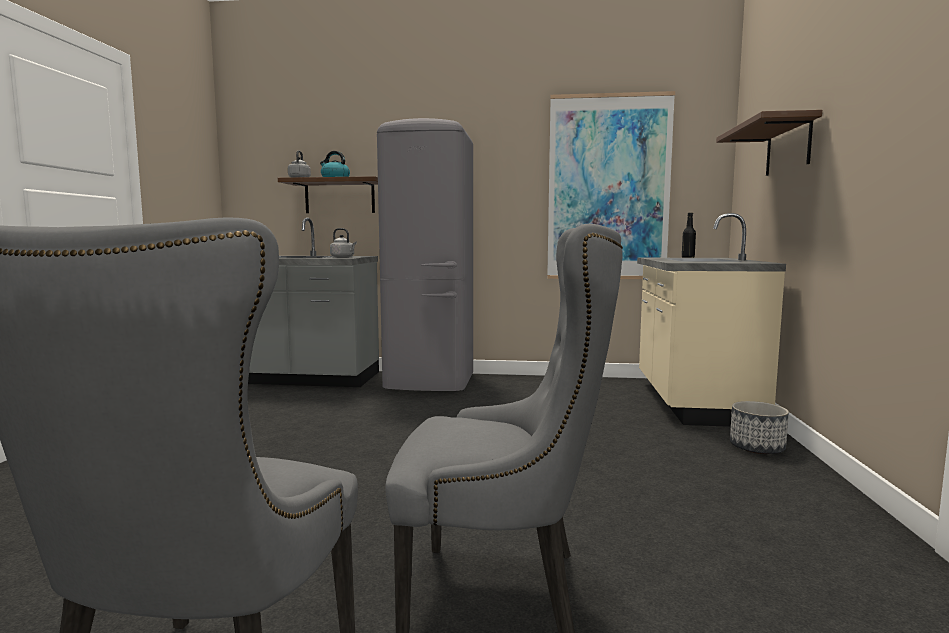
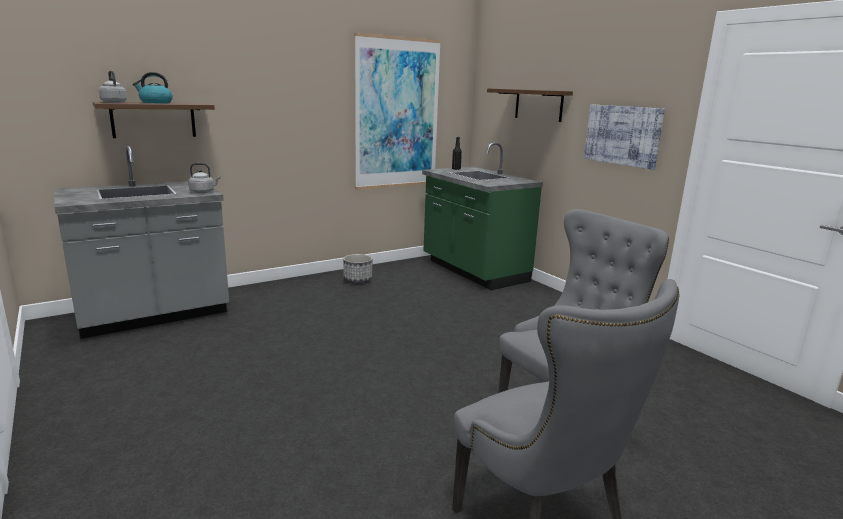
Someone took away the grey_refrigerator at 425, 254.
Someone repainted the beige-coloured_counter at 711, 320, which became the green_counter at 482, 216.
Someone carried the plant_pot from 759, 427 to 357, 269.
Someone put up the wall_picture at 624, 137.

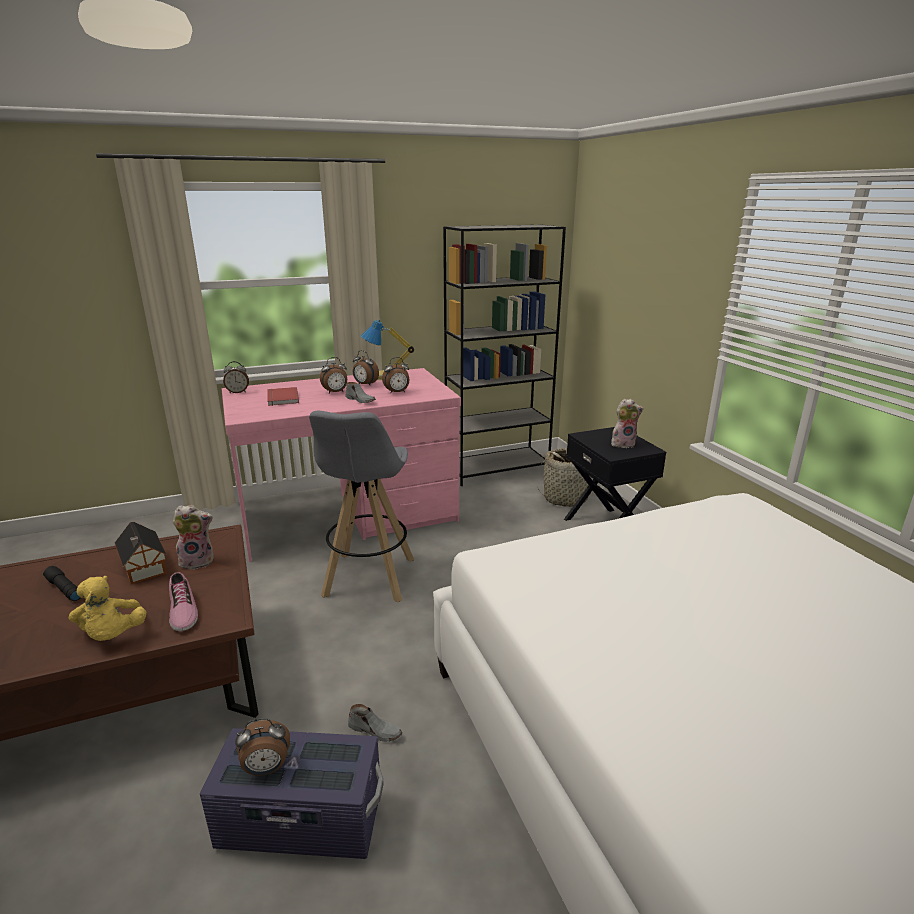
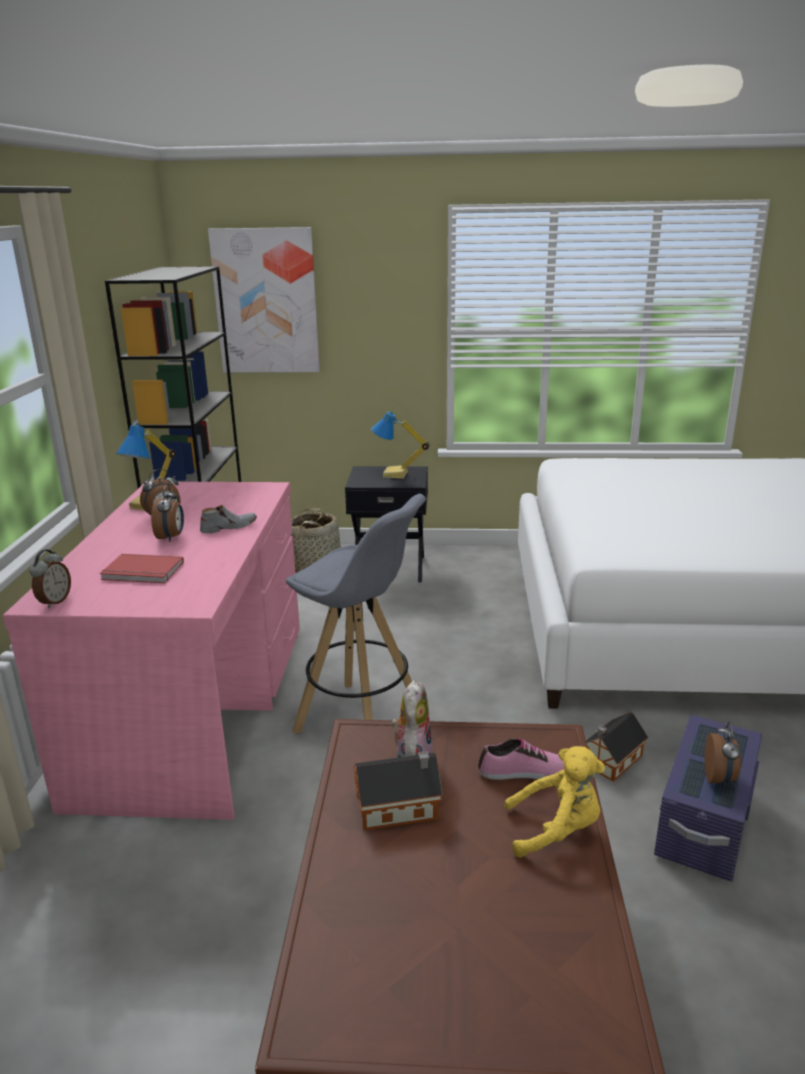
Someone took away the black_torch at 62, 583.
Someone swapped the grey_low_shoe at 375, 723 for the model_house at 617, 747.
Someone took away the alarm_clock at 395, 375.
Someone swapped the cuddly_toy at 627, 423 for the tabletop_lamp at 400, 444.
Someone put up the wall_picture at 264, 300.

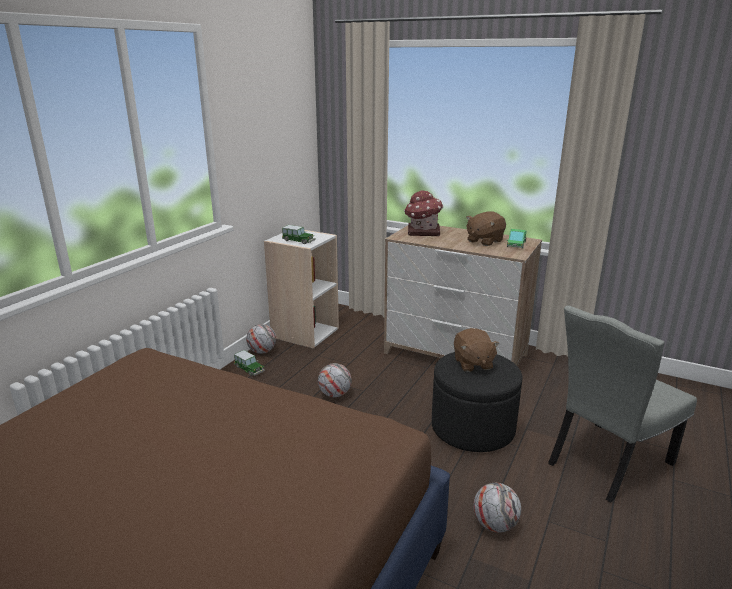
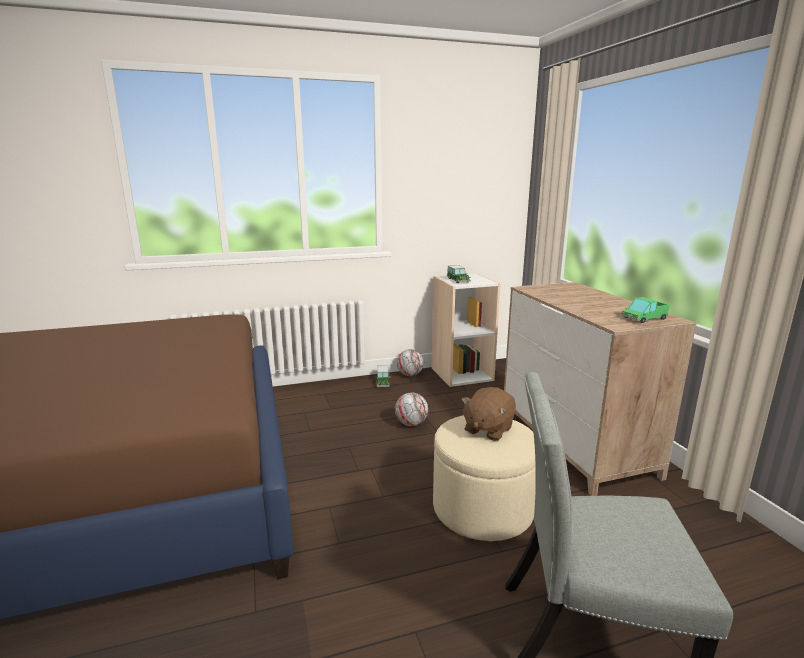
Someone took away the model_house at 423, 213.
Someone repainted the black_pouffe at 477, 402, which became the beige-coloured_pouffe at 484, 478.
Someone took away the brown_cuddly_toy at 486, 228.
Someone took away the football_ball at 497, 508.

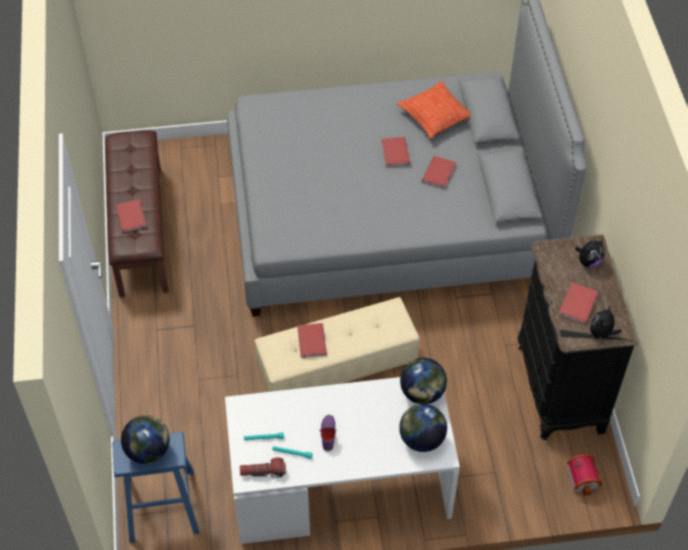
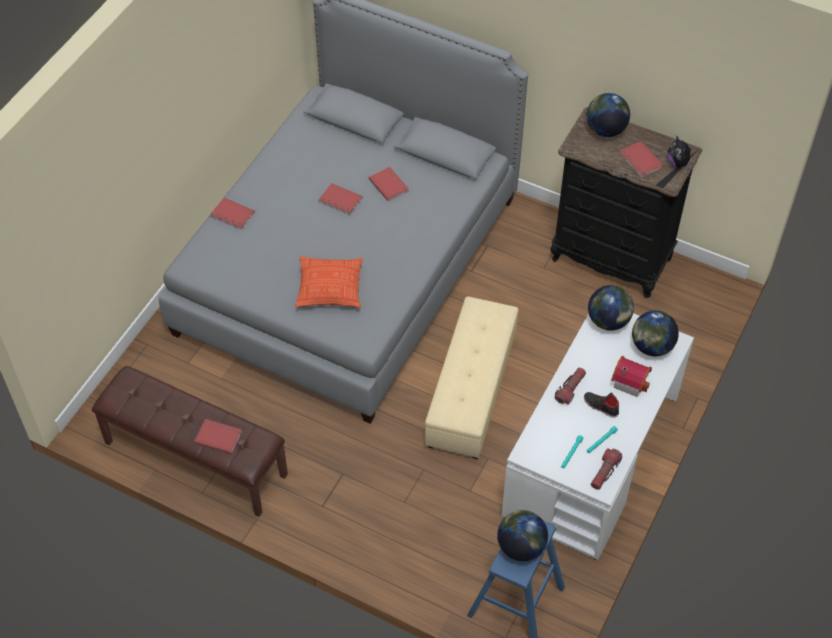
Someone carried the red-coloured_book from 312, 340 to 233, 213.
Someone repainted the purple_low_shoe at 328, 433, which became the black_low_shoe at 601, 405.
Someone carried the orange_cushion from 433, 110 to 329, 282.
Someone carried the model_house from 585, 475 to 631, 376.
Someone swapped the cuddly_toy at 590, 253 for the world_globe at 608, 115.
Someone put down the torch at 570, 386.

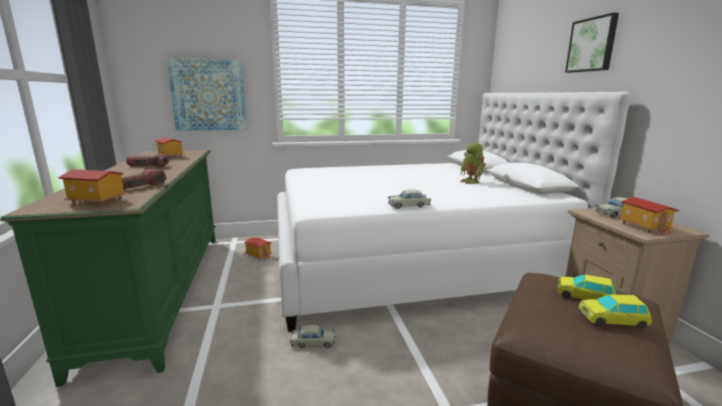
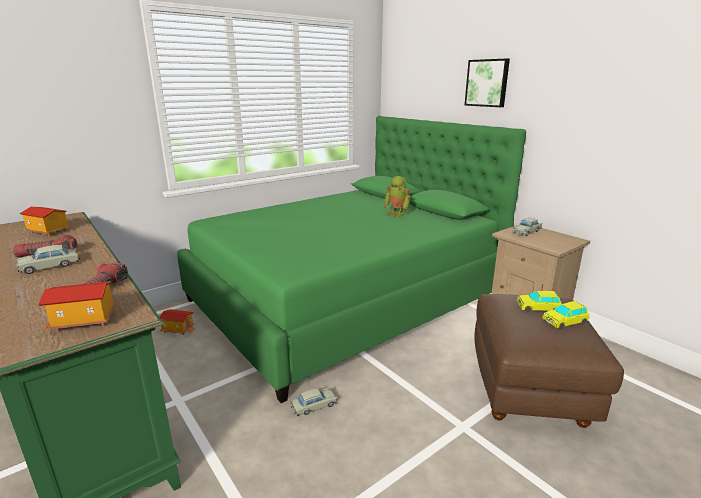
Someone took away the wall_picture at 207, 94.
Someone repainted the white-coloured_sleeping_bed at 454, 212, which became the green_sleeping_bed at 351, 259.
Someone carried the beige-coloured_model_car from 409, 199 to 48, 259.
Someone took away the model_house at 648, 216.

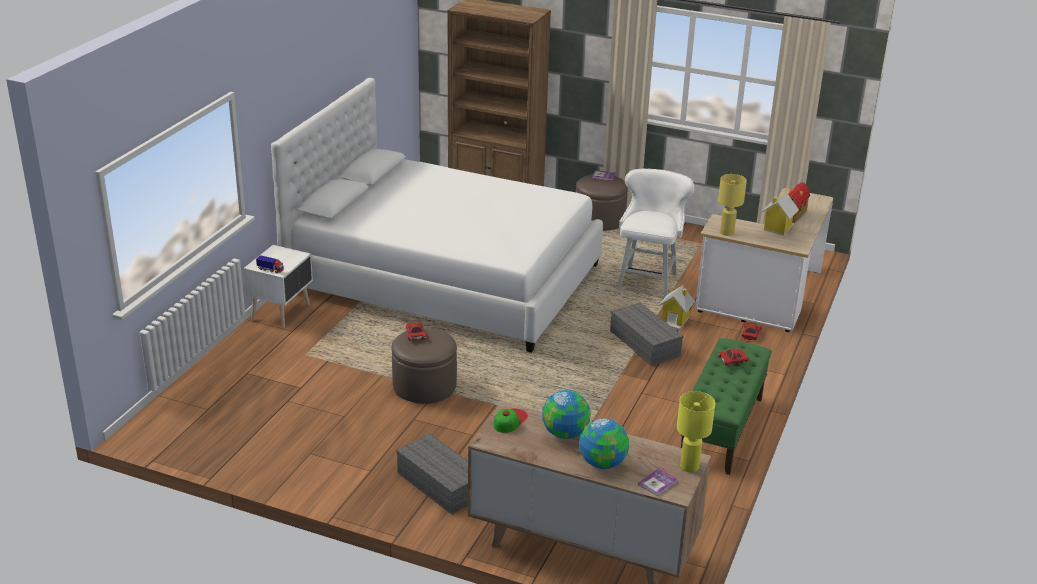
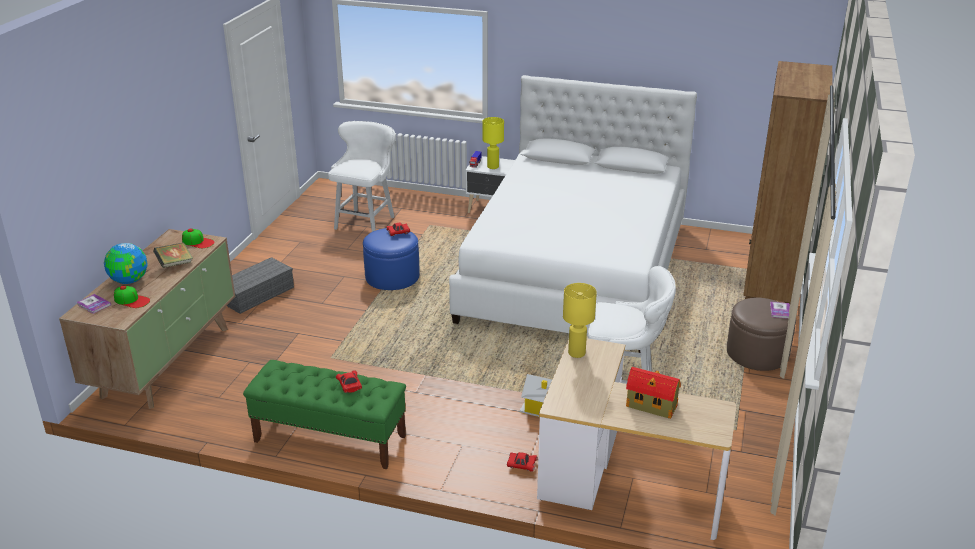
Someone repainted the brown_pouffe at 424, 366, which became the blue-coloured_pouffe at 391, 259.
Someone swapped the world_globe at 566, 414 for the book at 173, 255.
Someone took away the grey_storage_bin at 646, 334.
Someone carried the yellow-coloured_tabletop_lamp from 696, 432 to 493, 143.
Someone took away the model_house at 780, 214.
Someone put down the baseball_cap at 132, 297.
Someone put down the white-coloured_sitting_stool at 361, 176.

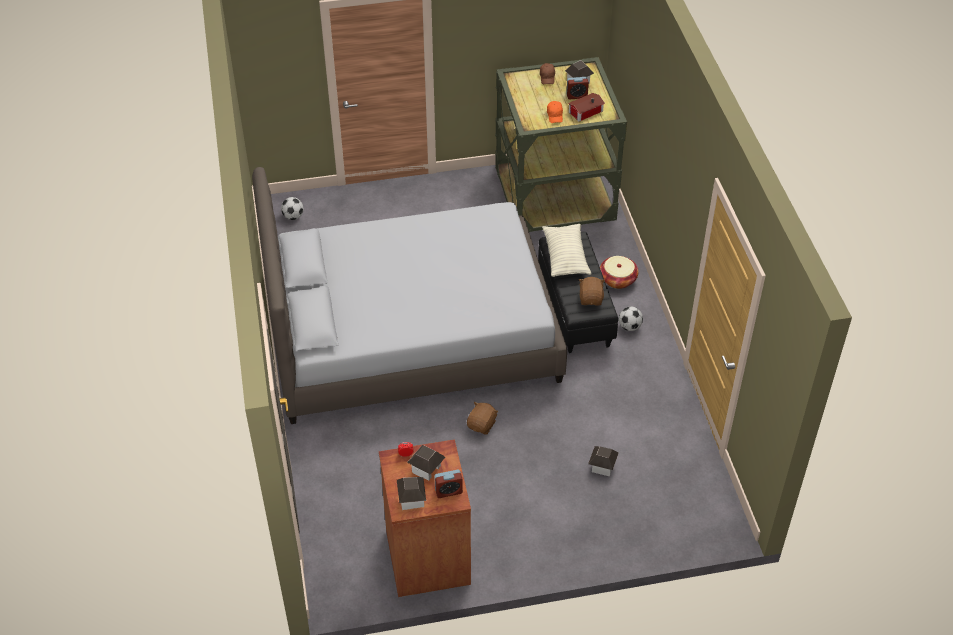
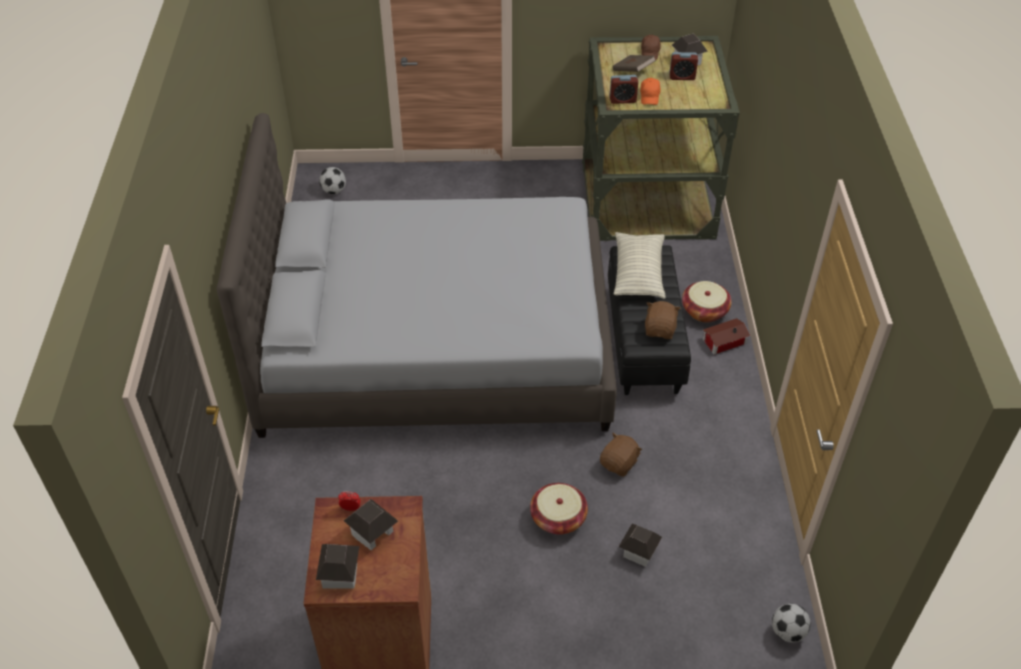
Someone carried the alarm_clock from 448, 484 to 624, 89.
Someone carried the brown_cuddly_toy from 482, 418 to 621, 455.
Someone carried the model_house from 586, 107 to 727, 336.
Someone carried the football_ball from 631, 319 to 791, 623.
Someone put down the storage_basket at 559, 509.
Someone put down the brown_book at 634, 63.

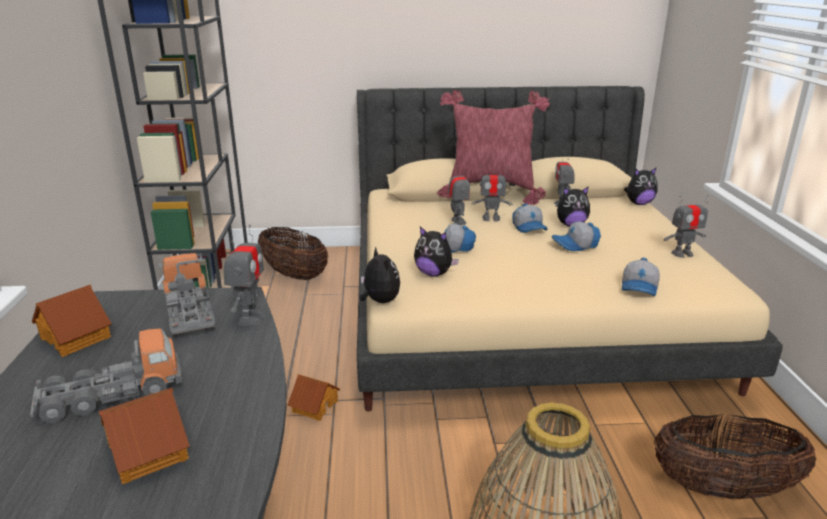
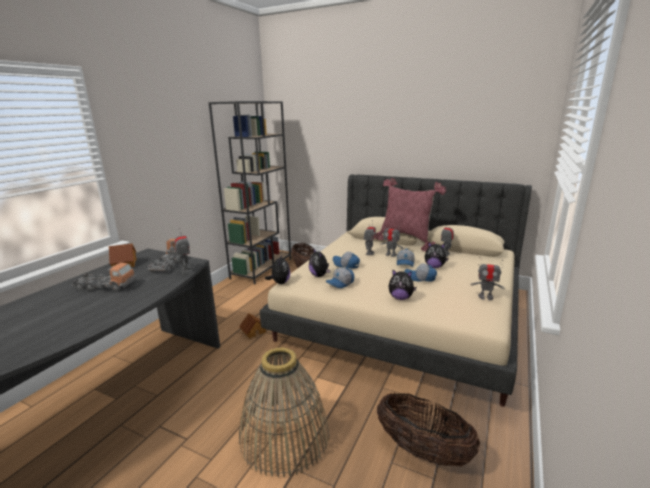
Someone took away the model_house at 144, 436.
Someone rotated the robot_figure at 244, 275 by 60 degrees counterclockwise.
Someone carried the baseball_cap from 641, 277 to 340, 277.
Someone carried the cuddly_toy from 641, 186 to 402, 284.

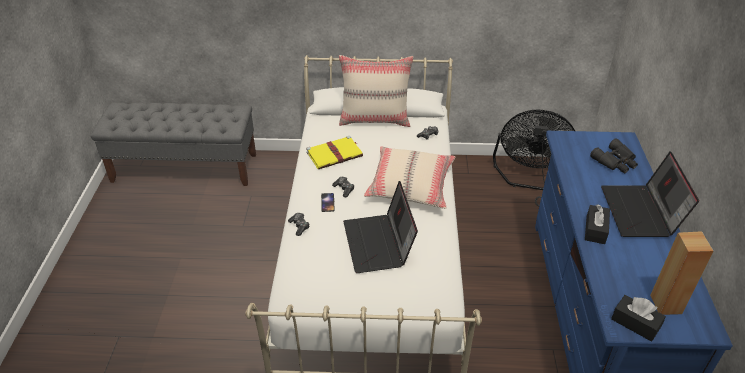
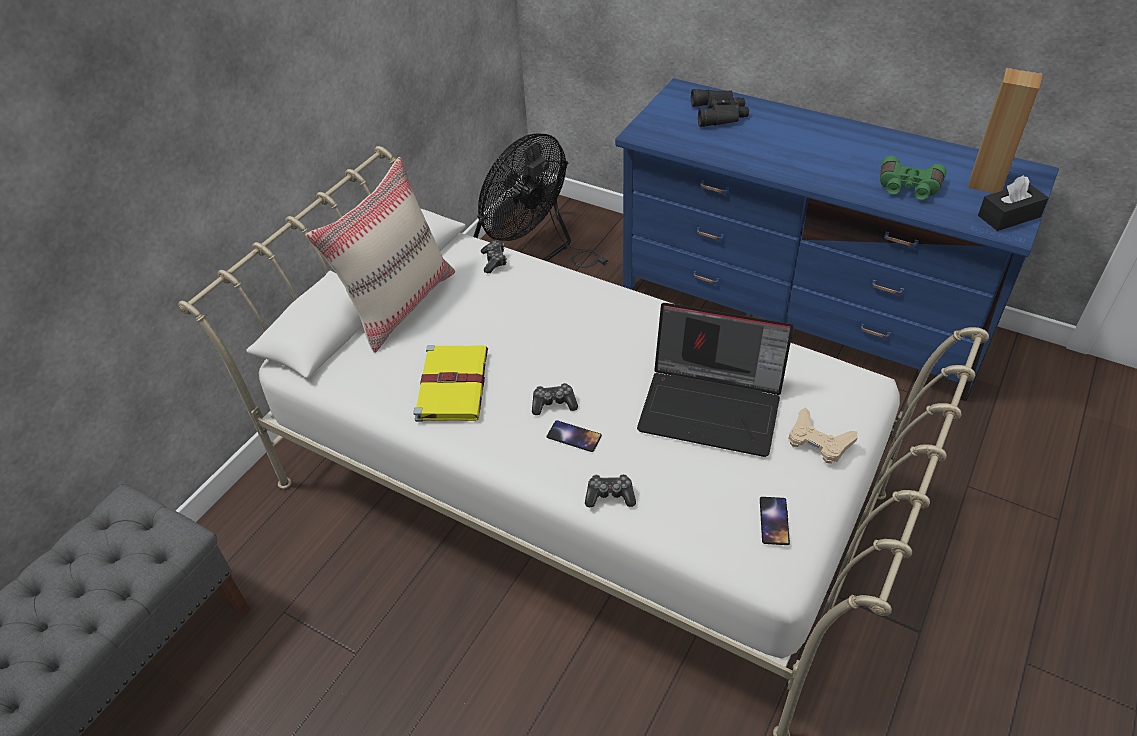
Someone took away the beige-coloured_cushion at 410, 177.
Someone took away the black_box_of_tissues at 597, 224.
Someone took away the portable_computer at 650, 194.
Someone put down the telephone at 775, 521.
Someone put down the beige-coloured_joypad at 823, 435.
Someone put down the green_field_glasses at 913, 178.

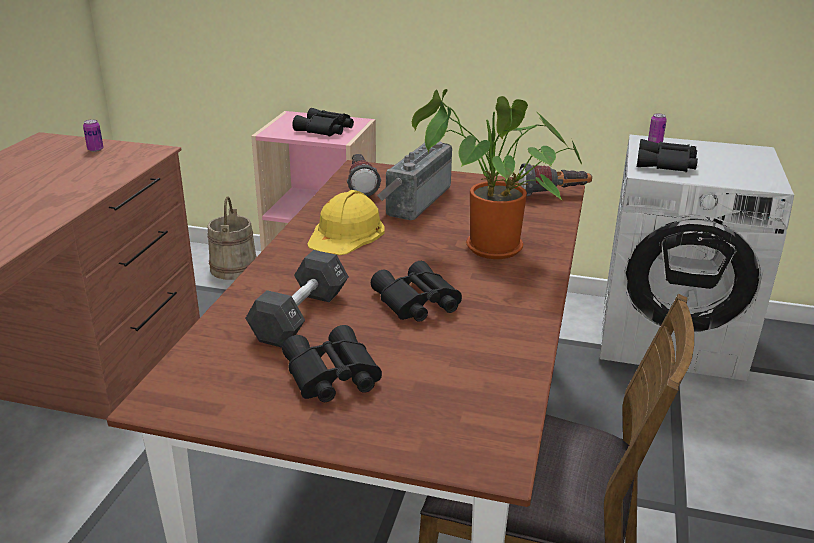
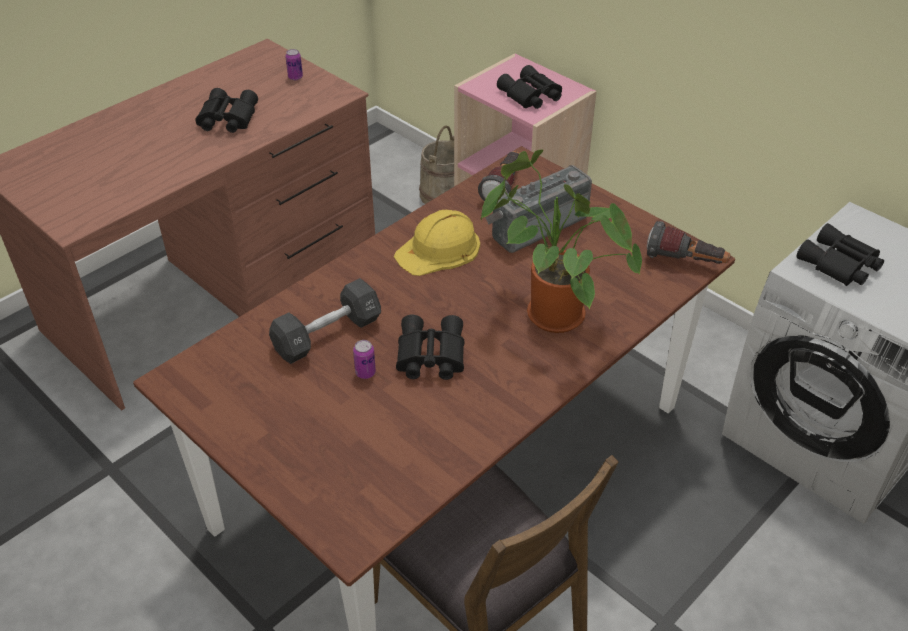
Someone carried the black_field_glasses from 332, 363 to 227, 110.
Someone carried the can from 657, 128 to 364, 359.

